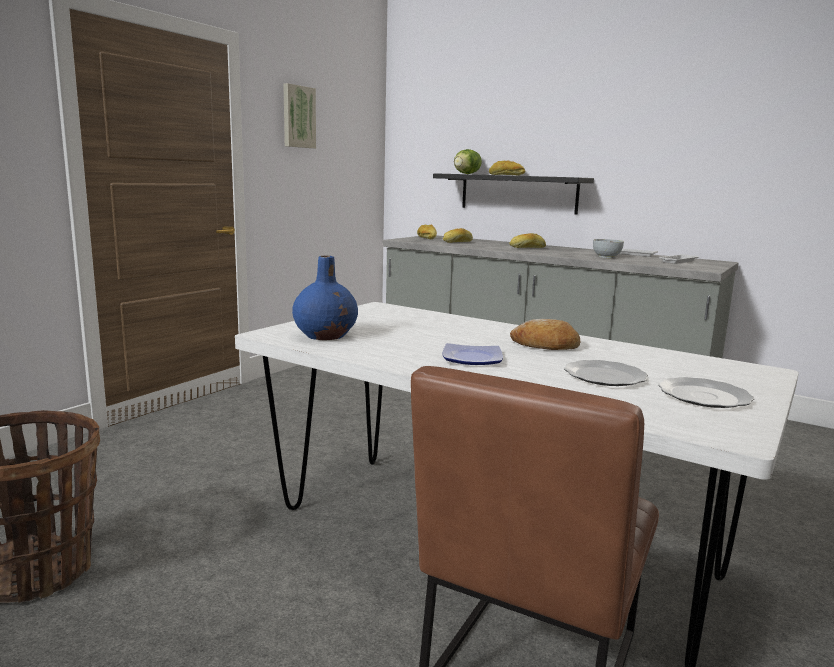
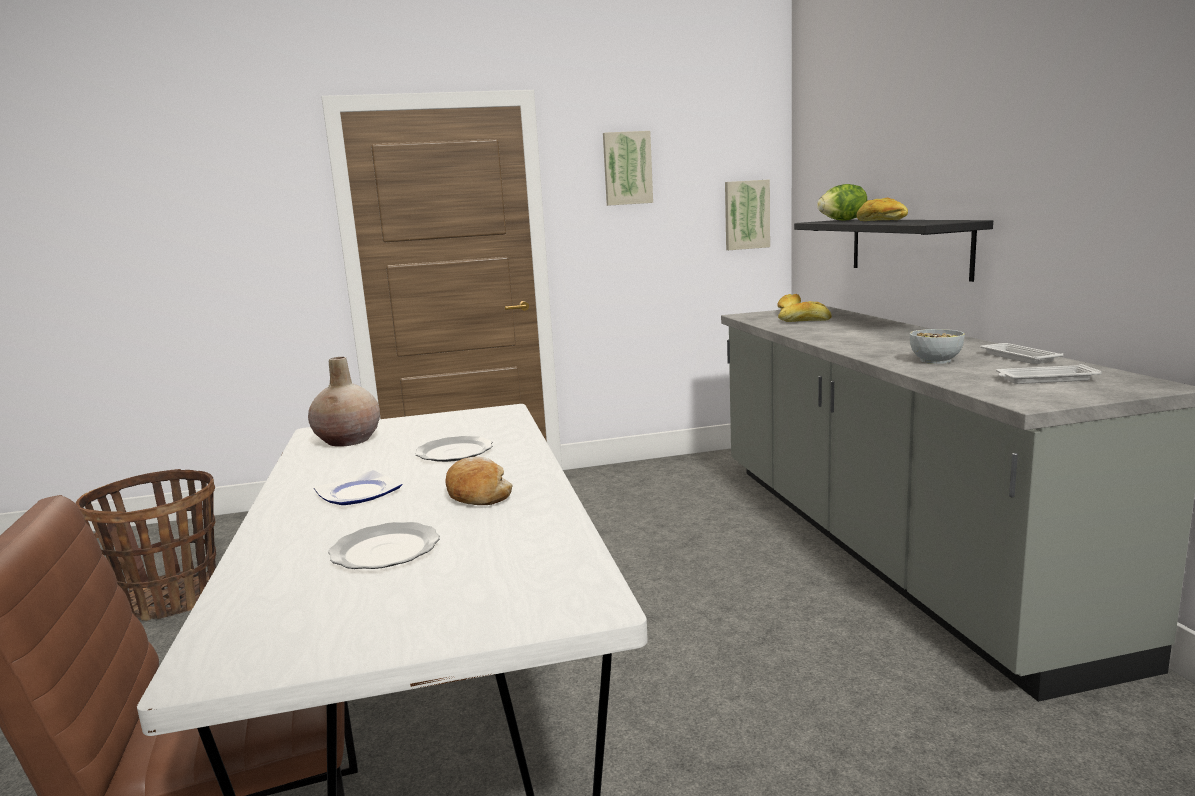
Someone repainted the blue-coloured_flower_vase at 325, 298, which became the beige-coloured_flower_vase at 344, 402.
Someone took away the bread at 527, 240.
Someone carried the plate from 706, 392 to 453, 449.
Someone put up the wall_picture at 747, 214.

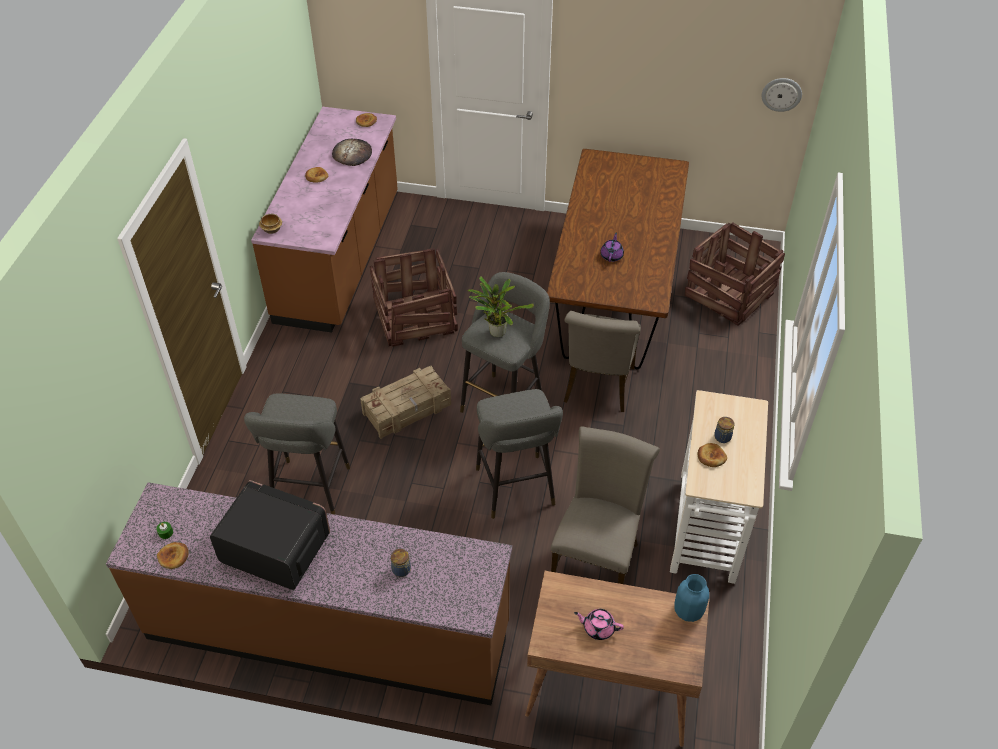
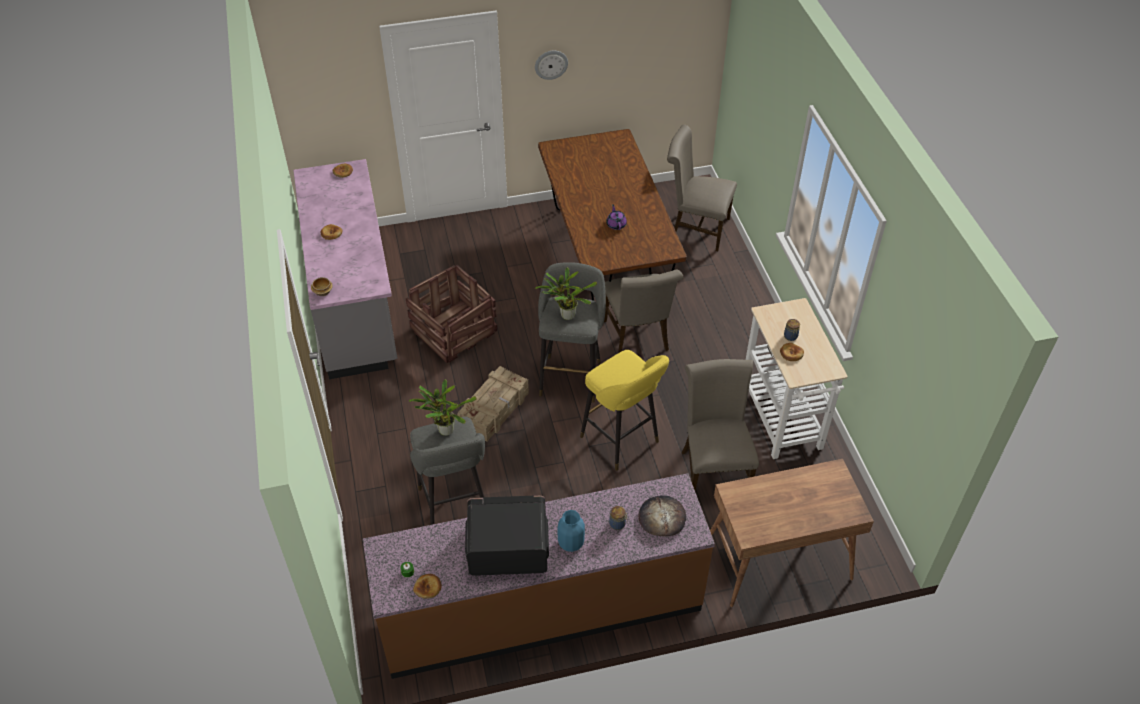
Someone repainted the brown_counter at 324, 220, which became the grey_counter at 345, 269.
Someone carried the bread from 352, 152 to 662, 515.
Someone repainted the grey_sitting_stool at 519, 454, which became the yellow-coloured_sitting_stool at 624, 410.
Someone took away the pink-coloured_teapot at 599, 624.
Someone carried the blue-coloured_flower_vase from 691, 598 to 571, 531.
Someone swapped the crate at 735, 274 for the beige-coloured_chair at 702, 188.
Someone carried the clock_on_the_wall from 782, 95 to 551, 65.
Someone put down the plant_in_a_pot at 443, 407.

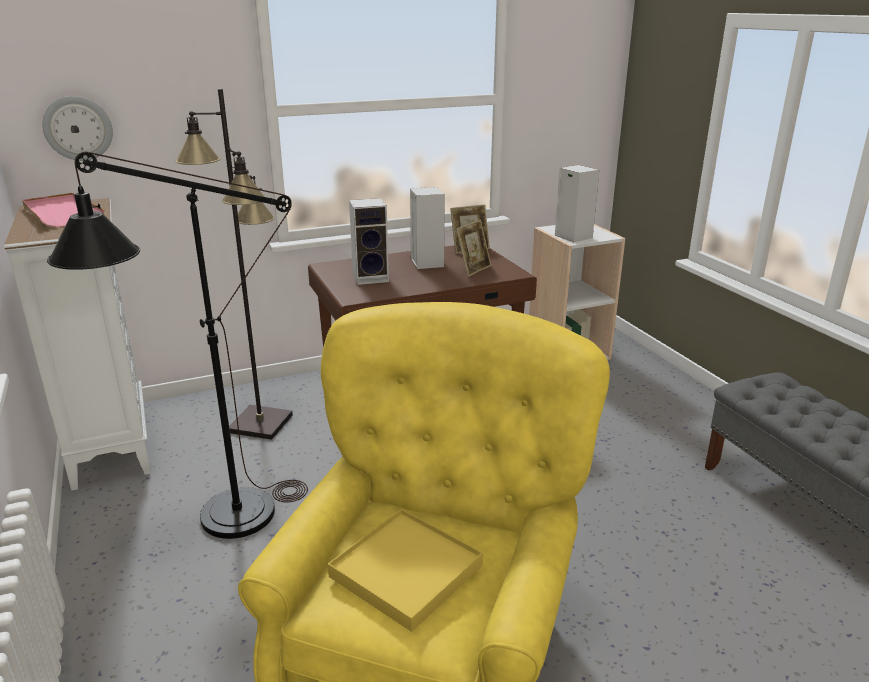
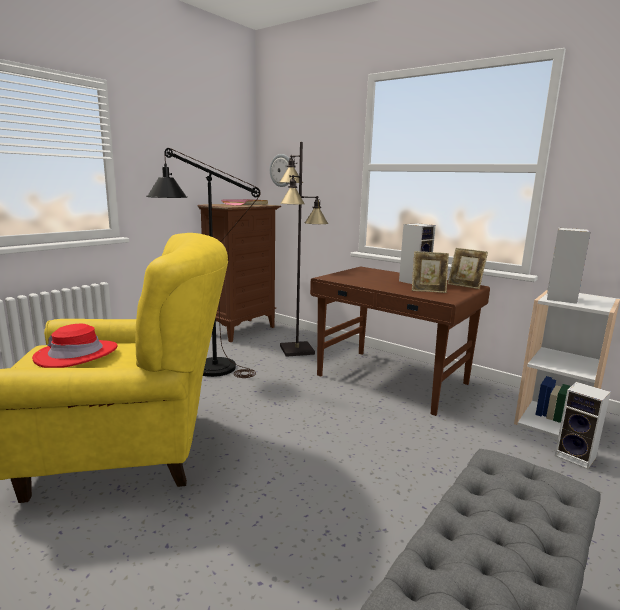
Someone repainted the white-coloured_dresser at 77, 344, which became the brown_dresser at 239, 273.
Someone swapped the yellow-coloured_carrying_tray at 405, 570 for the red-coloured_clothing_hat at 74, 346.
Someone carried the speaker from 369, 241 to 583, 426.

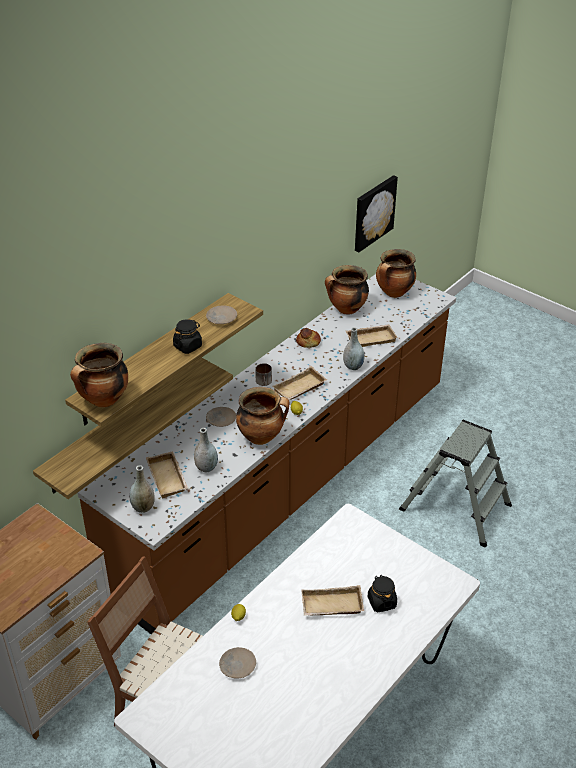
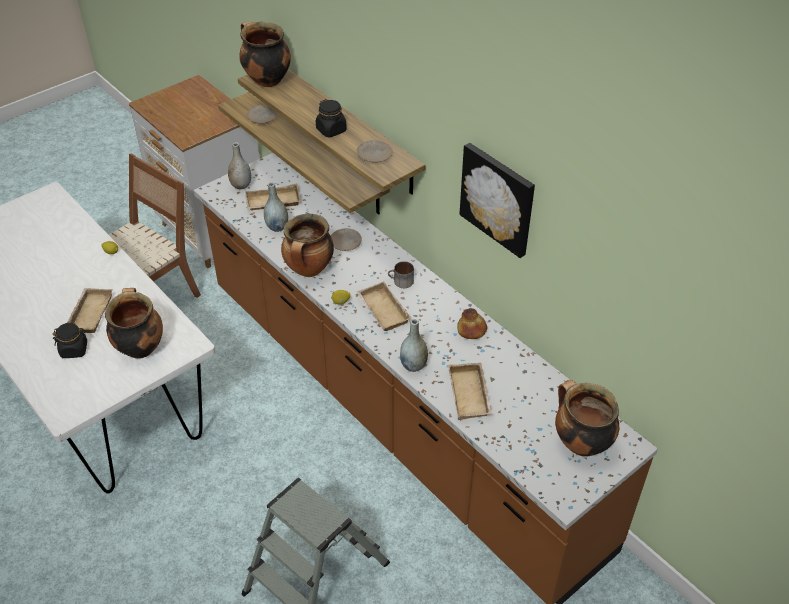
Someone carried the beige-coloured_plate from 237, 662 to 261, 114.
Someone carried the saucepot from 347, 289 to 134, 323.
Someone carried the wall_picture from 376, 213 to 497, 200.

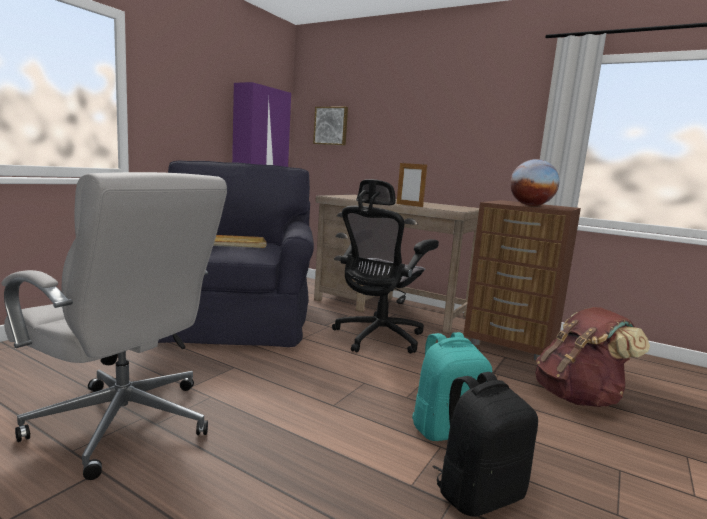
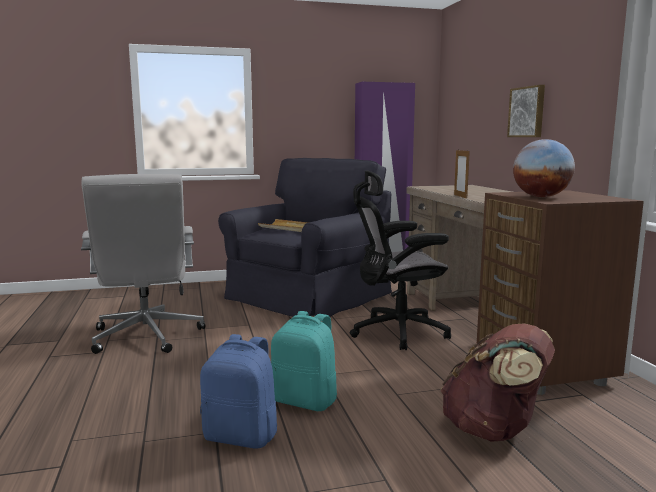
Someone carried the wall_picture from 330, 126 to 526, 111.
Someone repainted the black_backpack at 485, 444, which became the blue-coloured_backpack at 239, 391.

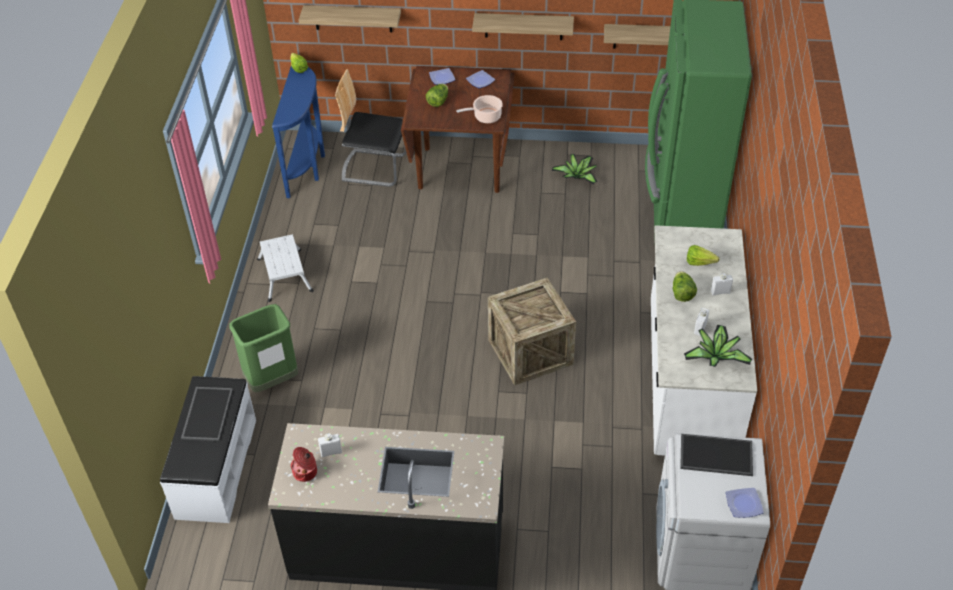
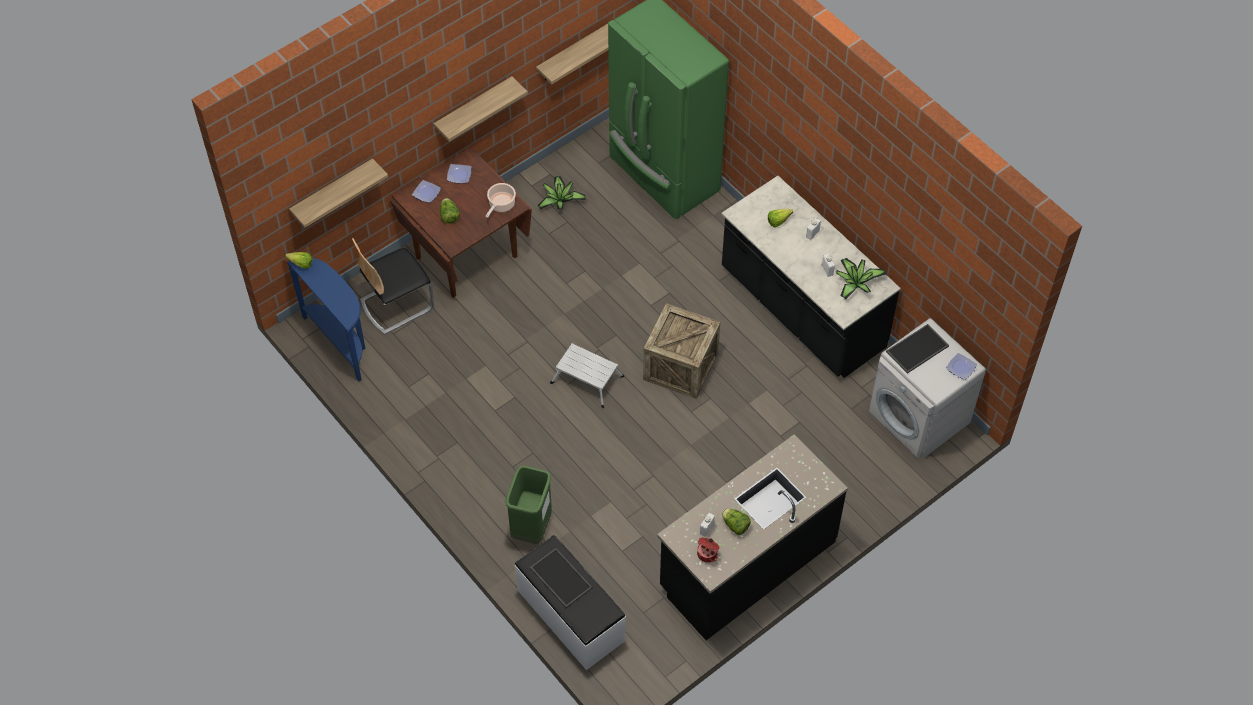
Someone carried the white-coloured_step_ladder from 285, 268 to 587, 375.
Someone repainted the white-coloured_counter at 704, 340, which became the black_counter at 811, 277.
Someone carried the lettuce_head from 685, 286 to 736, 522.

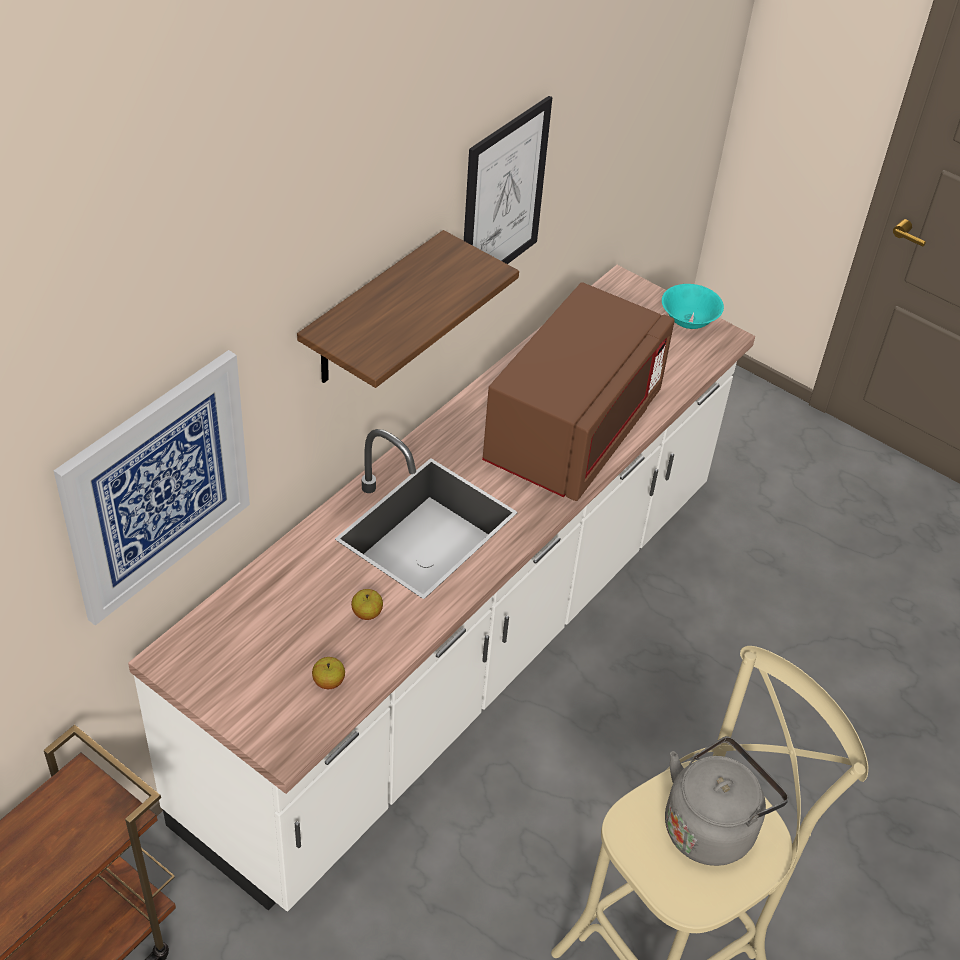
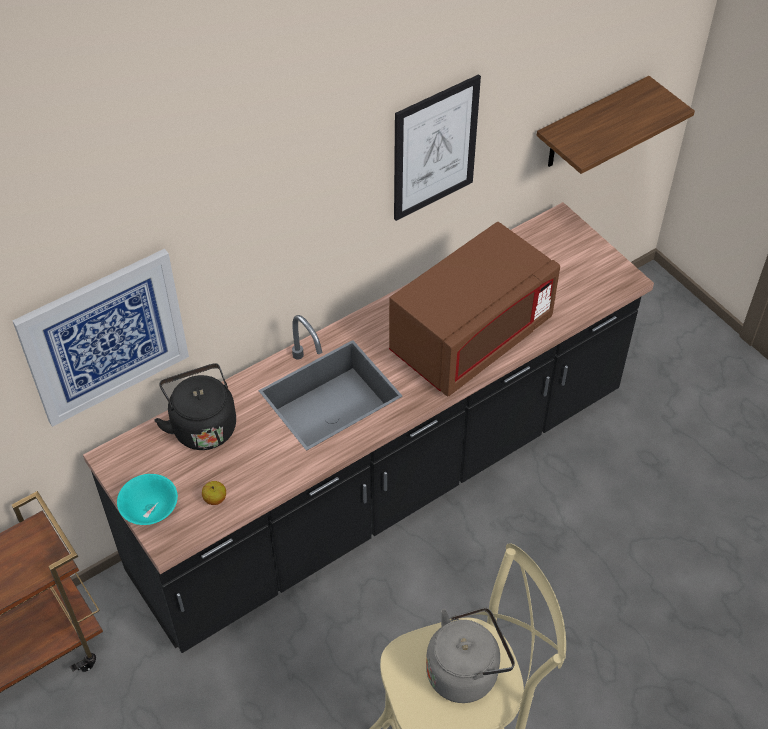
Someone repainted the white-coloured_counter at 441, 588, which became the black_counter at 368, 427.
Someone carried the bracket_shelf from 408, 309 to 616, 125.
Someone took away the whole_apple at 367, 604.
Someone carried the turquoise-coloured_serving_bowl from 693, 306 to 147, 499.
Someone put down the black_water_kettle at 195, 406.

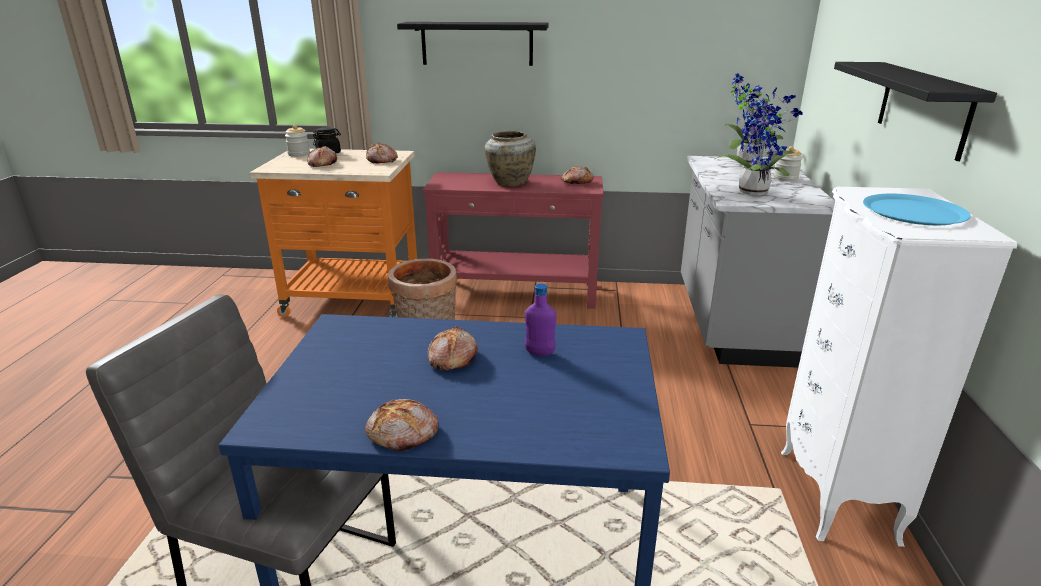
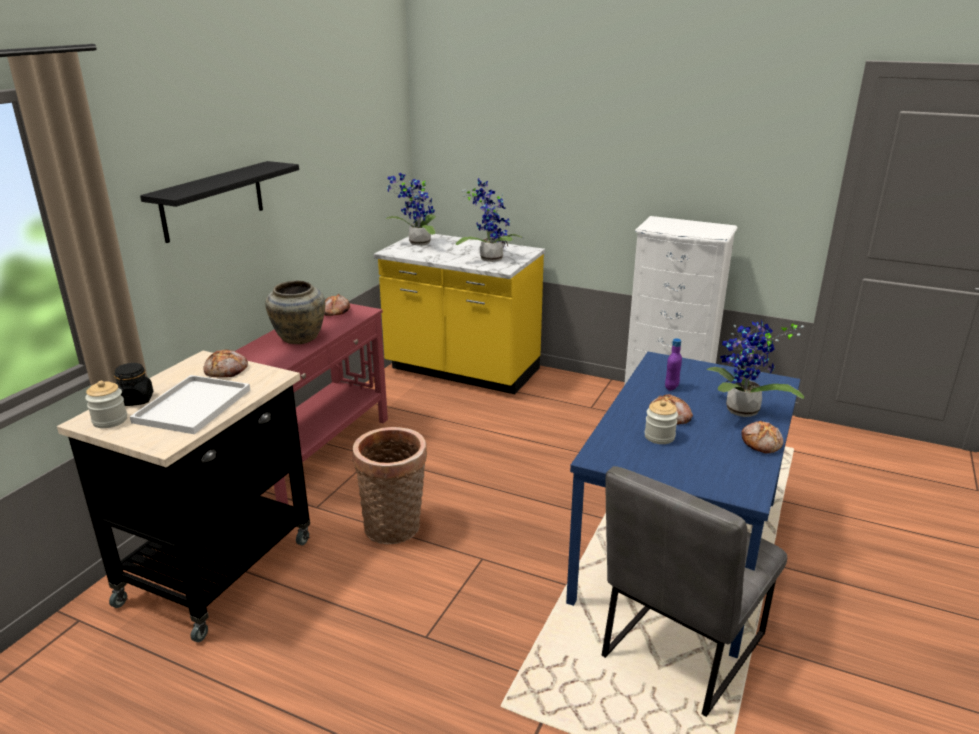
Someone repainted the orange_wheeled_cart at 333, 233, which became the black_wheeled_cart at 184, 496.
Someone swapped the bread at 322, 156 for the white-coloured_carrying_tray at 190, 404.
Someone repainted the grey_counter at 758, 262, which became the yellow-coloured_counter at 459, 314.
Someone carried the preserve_jar from 788, 163 to 661, 422.
Someone took away the black_bracket_shelf at 915, 111.
Someone took away the blue-coloured_plate at 917, 209.
Someone put down the plant_in_a_pot at 755, 368.

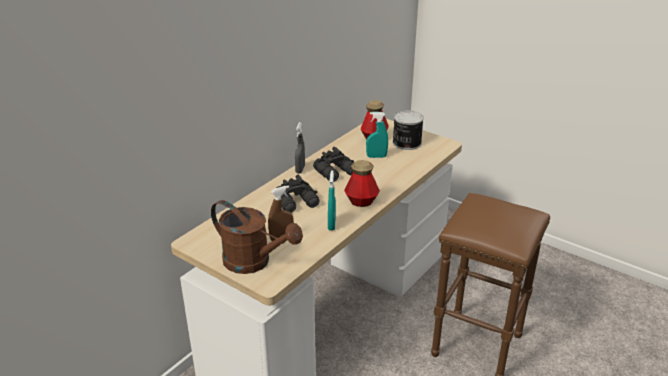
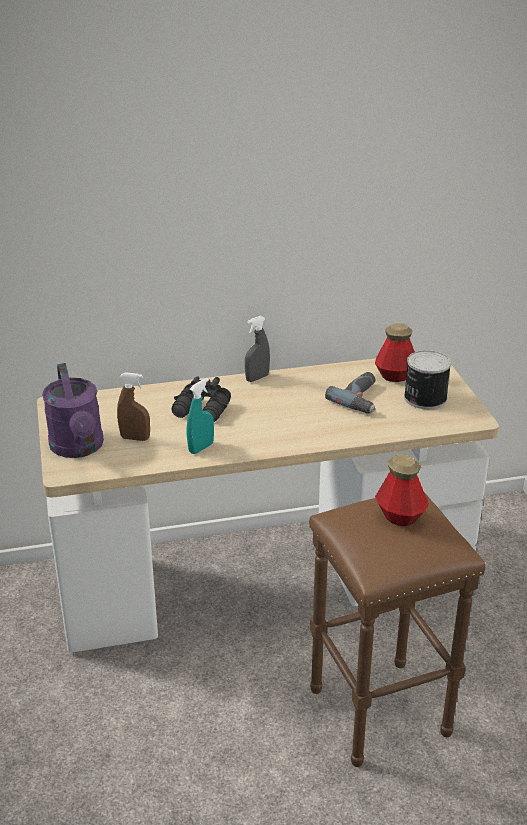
Someone repainted the brown_watering_can at 257, 237, which became the purple_watering_can at 73, 410.
Someone took away the black_field_glasses at 333, 164.
Someone carried the drink_bottle from 362, 183 to 402, 490.
Someone swapped the turquoise-coloured_sprayer at 377, 135 for the power_drill at 350, 393.

